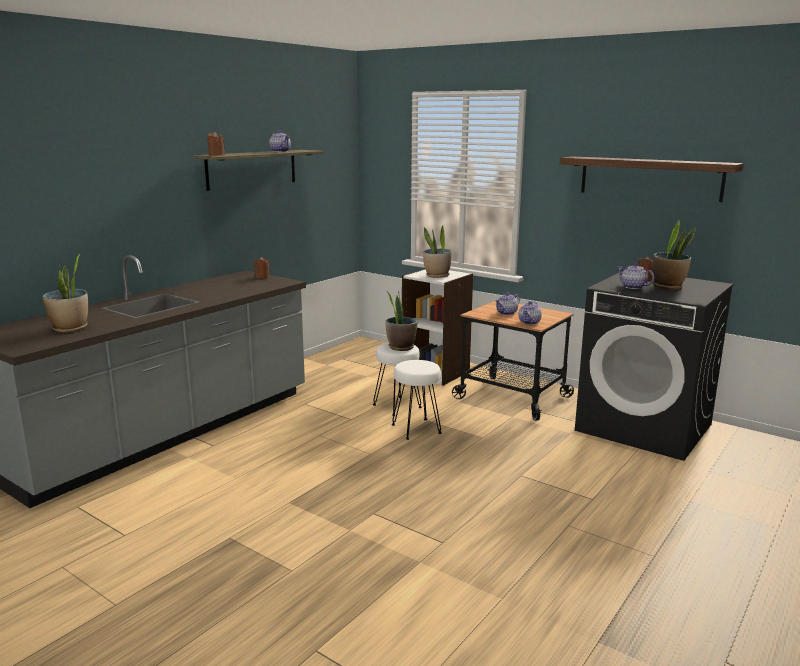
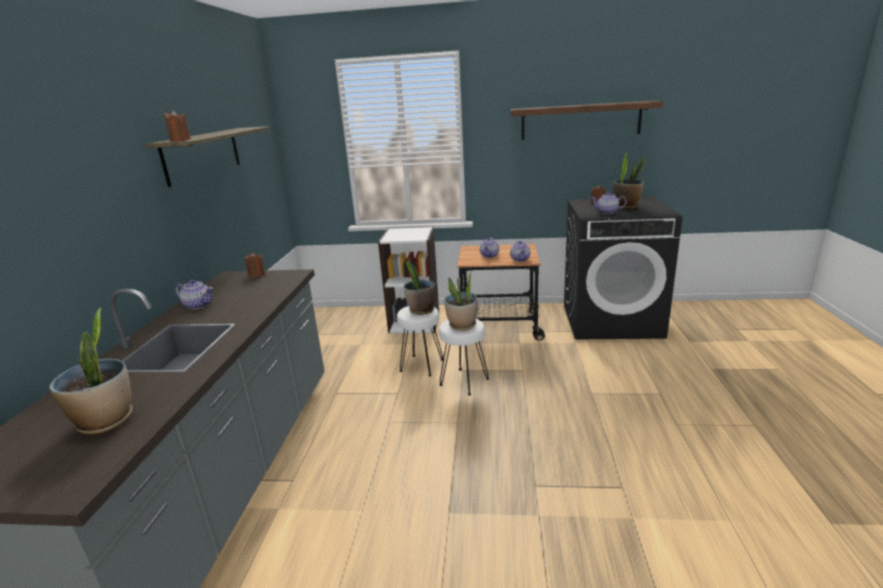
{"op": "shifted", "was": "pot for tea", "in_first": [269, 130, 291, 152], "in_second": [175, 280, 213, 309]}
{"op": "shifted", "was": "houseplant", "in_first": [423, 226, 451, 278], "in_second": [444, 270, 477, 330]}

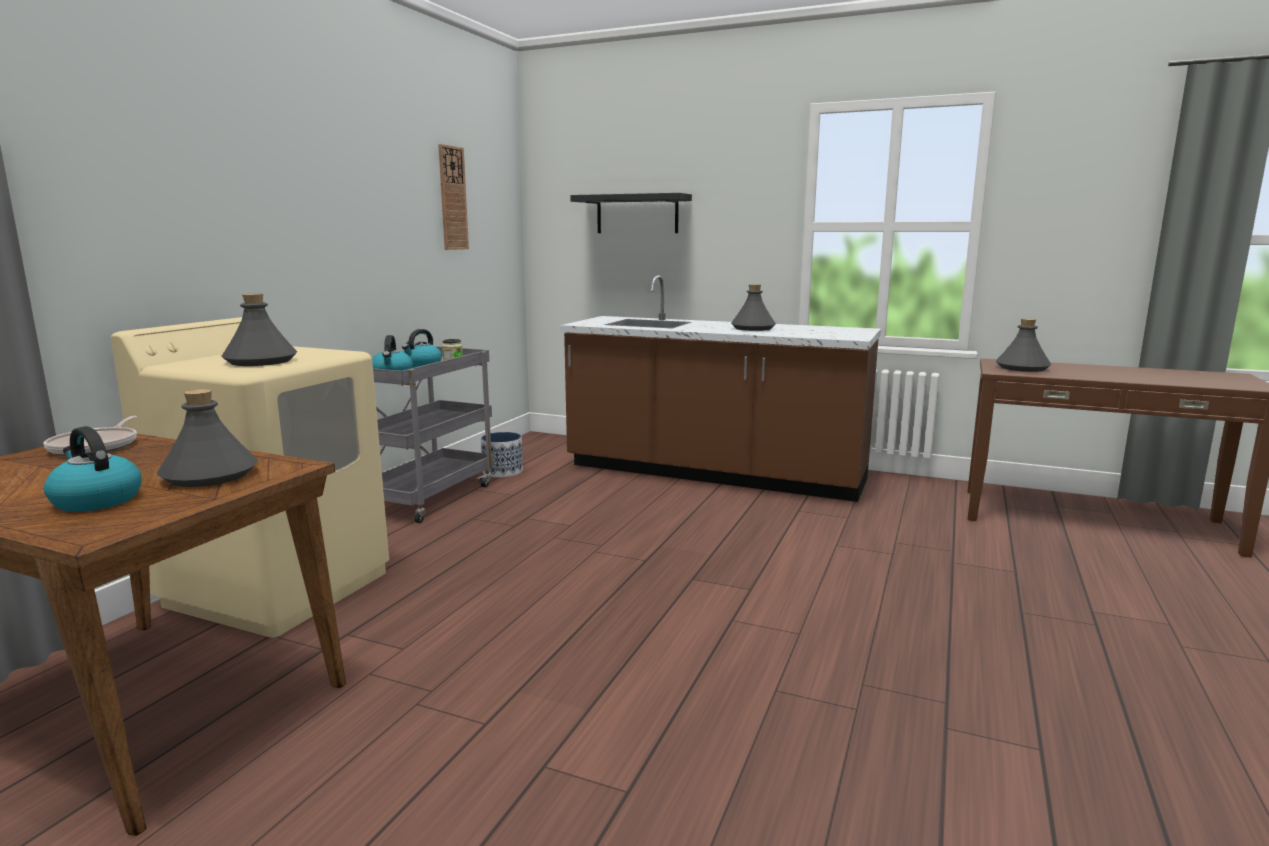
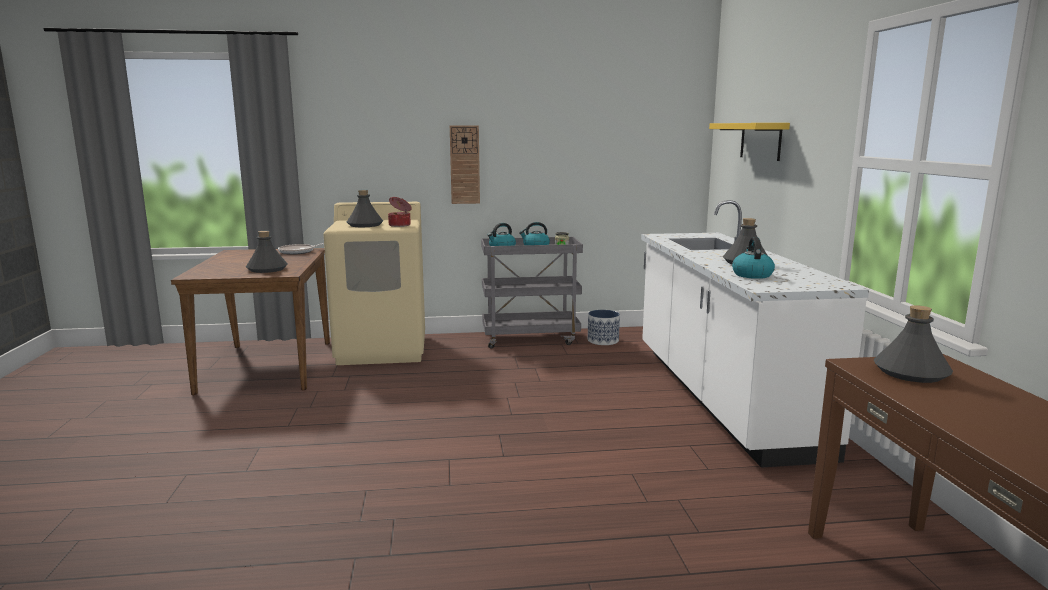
{"op": "new", "now": "cooking pot", "in_second": [388, 197, 412, 227]}
{"op": "shifted", "was": "clock on the wall", "in_first": [438, 144, 469, 250], "in_second": [450, 126, 480, 204]}
{"op": "repainted", "was": "kitchen counter in brownish", "now": "kitchen counter in whitish", "in_first": [560, 275, 881, 502], "in_second": [641, 200, 869, 468]}
{"op": "repainted", "was": "bracket shelf in black", "now": "bracket shelf in yellow-coloured", "in_first": [570, 193, 692, 233], "in_second": [709, 123, 790, 161]}
{"op": "shifted", "was": "water kettle", "in_first": [44, 426, 142, 512], "in_second": [732, 237, 775, 279]}

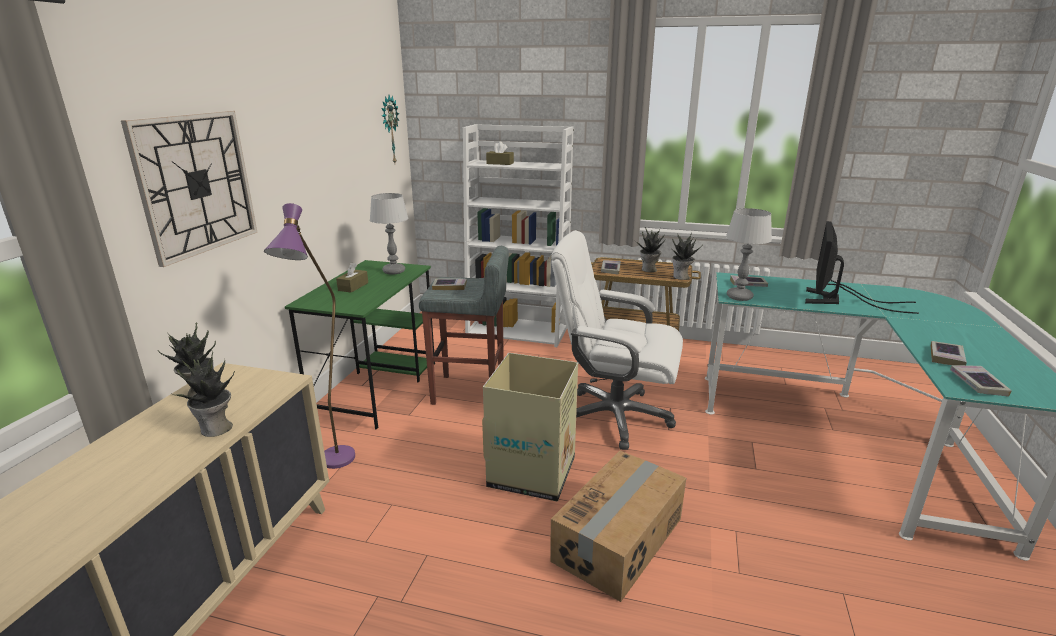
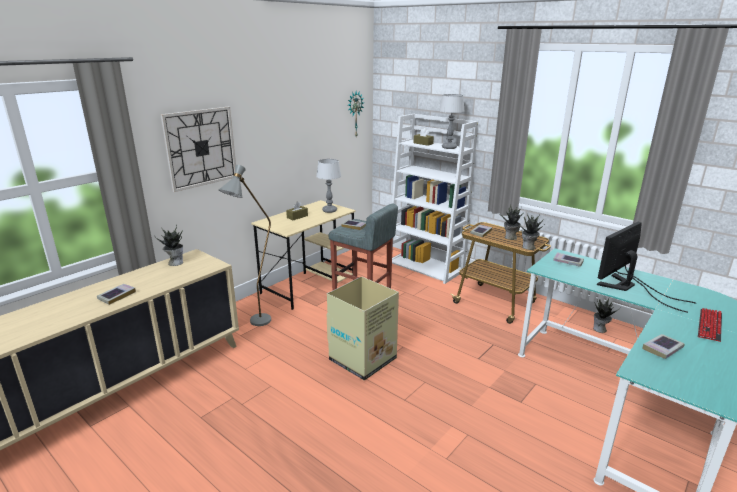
{"op": "shifted", "was": "volume", "in_first": [950, 365, 1012, 397], "in_second": [97, 284, 136, 305]}
{"op": "repainted", "was": "standard lamp in purple-coloured", "now": "standard lamp in grey", "in_first": [264, 203, 355, 469], "in_second": [219, 165, 271, 326]}
{"op": "repainted", "was": "desk in greenish", "now": "desk in sand-coloured", "in_first": [285, 260, 435, 430], "in_second": [251, 200, 356, 310]}
{"op": "shifted", "was": "lamp for a table", "in_first": [726, 208, 772, 301], "in_second": [439, 94, 465, 149]}
{"op": "shifted", "was": "houseplant", "in_first": [172, 351, 235, 437], "in_second": [593, 299, 620, 333]}
{"op": "new", "now": "PC keyboard", "in_second": [698, 308, 722, 342]}
{"op": "gone", "was": "carton", "in_first": [550, 451, 686, 602]}
{"op": "gone", "was": "office chair in whitish", "in_first": [551, 230, 683, 450]}

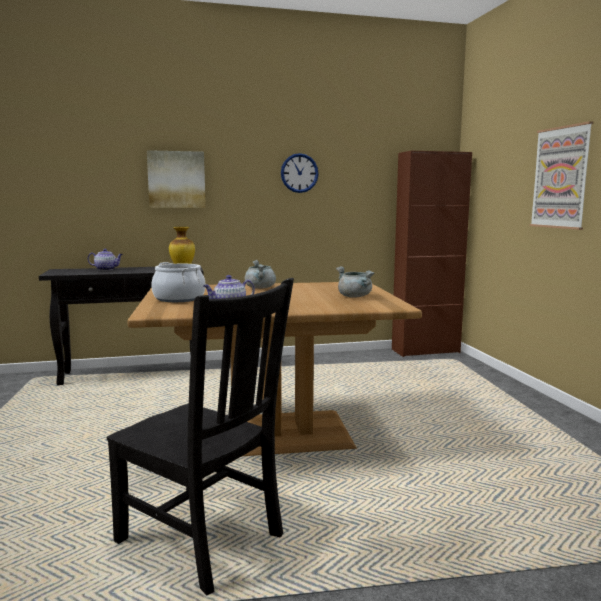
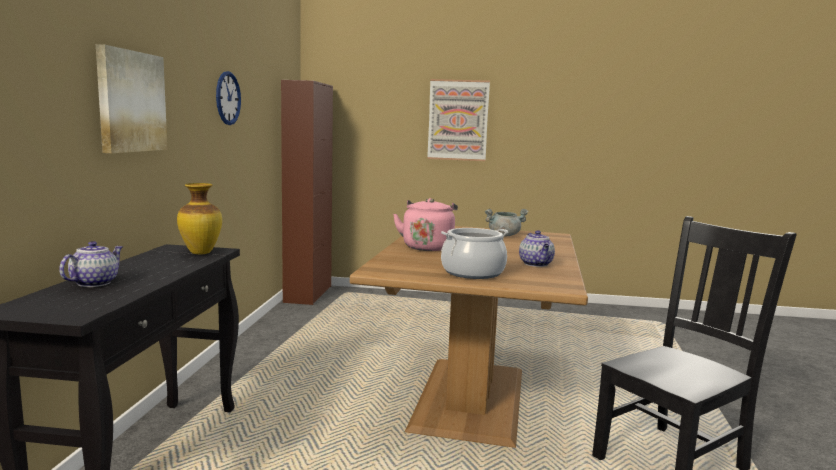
{"op": "swapped", "was": "cooking pot in grey", "now": "water kettle in pink", "in_first": [245, 260, 276, 289], "in_second": [393, 198, 458, 251]}

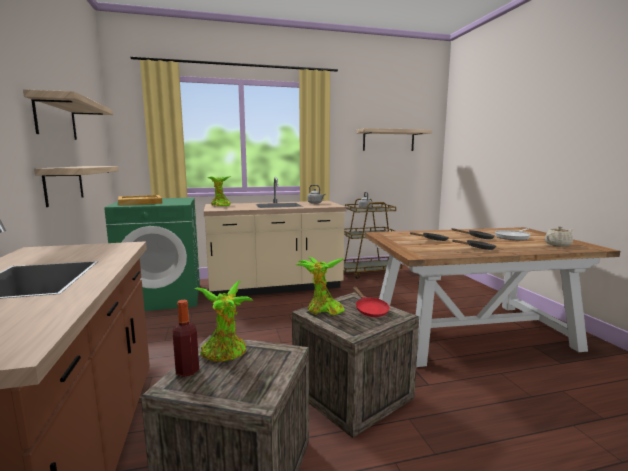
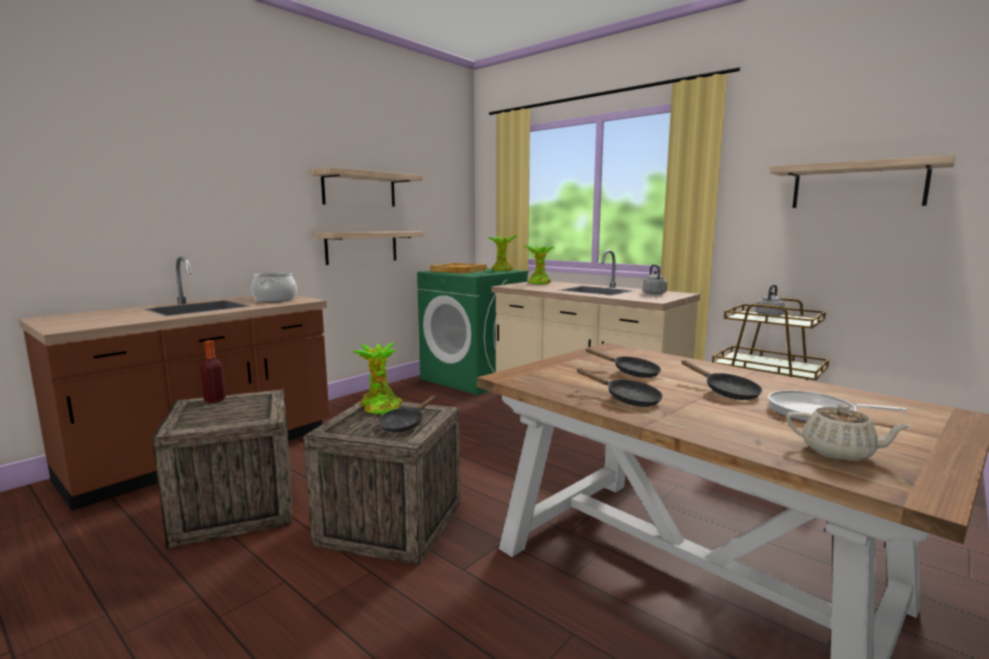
{"op": "new", "now": "cooking pot", "in_second": [251, 273, 297, 302]}
{"op": "repainted", "was": "frying pan in red", "now": "frying pan in black", "in_first": [353, 287, 389, 317], "in_second": [378, 395, 437, 432]}
{"op": "shifted", "was": "houseplant", "in_first": [194, 281, 253, 361], "in_second": [488, 235, 517, 271]}

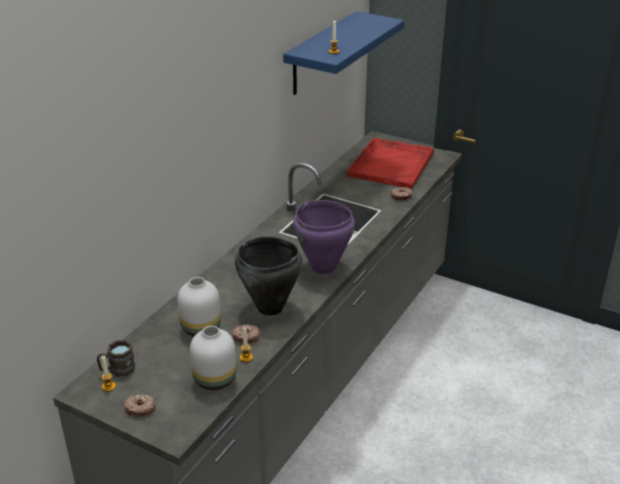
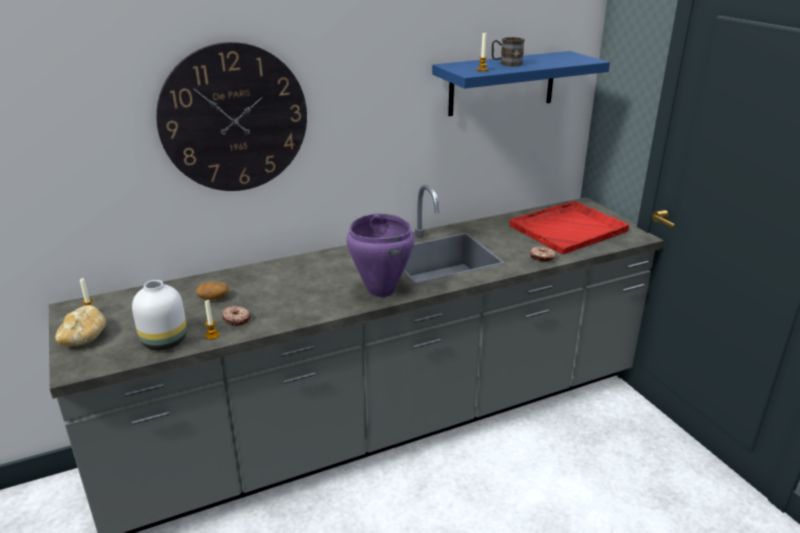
{"op": "swapped", "was": "doughnut", "now": "bakery bread", "in_first": [123, 394, 155, 417], "in_second": [55, 305, 107, 346]}
{"op": "new", "now": "clock on the wall", "in_second": [156, 42, 307, 191]}
{"op": "swapped", "was": "decorative vase in whitish", "now": "potato", "in_first": [177, 277, 221, 337], "in_second": [196, 282, 229, 300]}
{"op": "shifted", "was": "coffee mug in brownish", "in_first": [97, 340, 135, 377], "in_second": [492, 37, 525, 67]}
{"op": "gone", "was": "cooking pot in black", "in_first": [235, 236, 302, 316]}

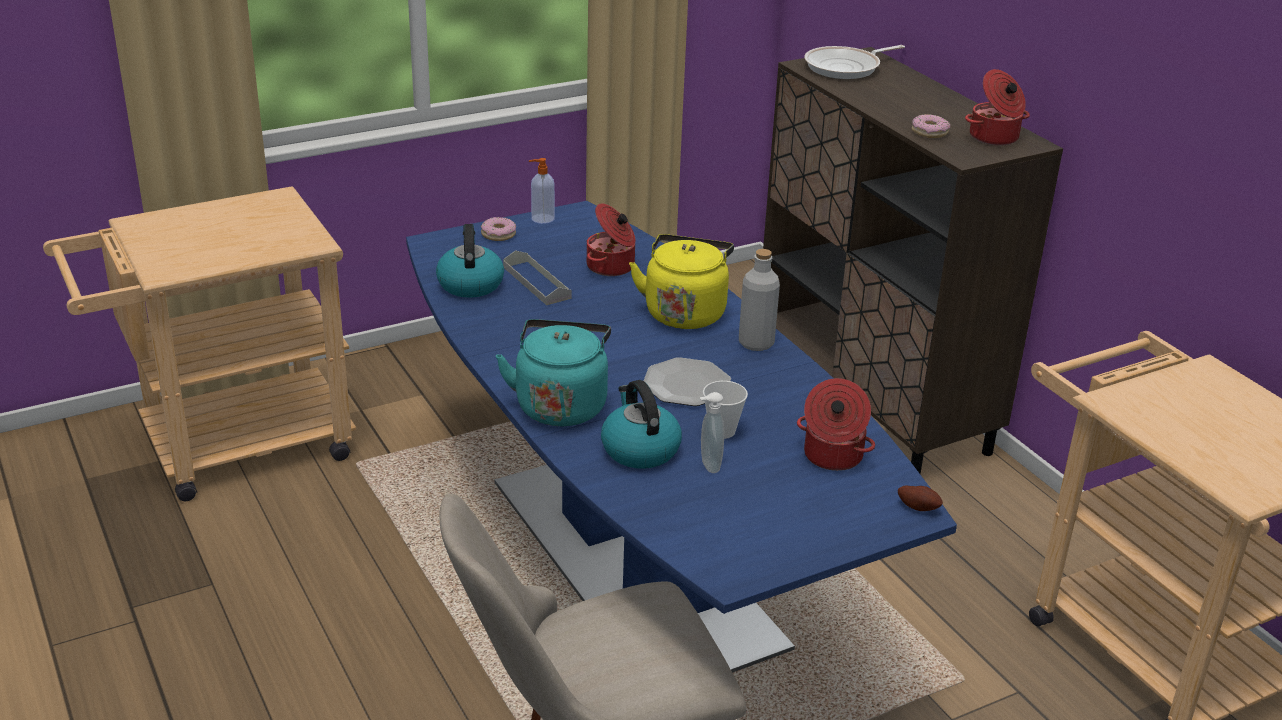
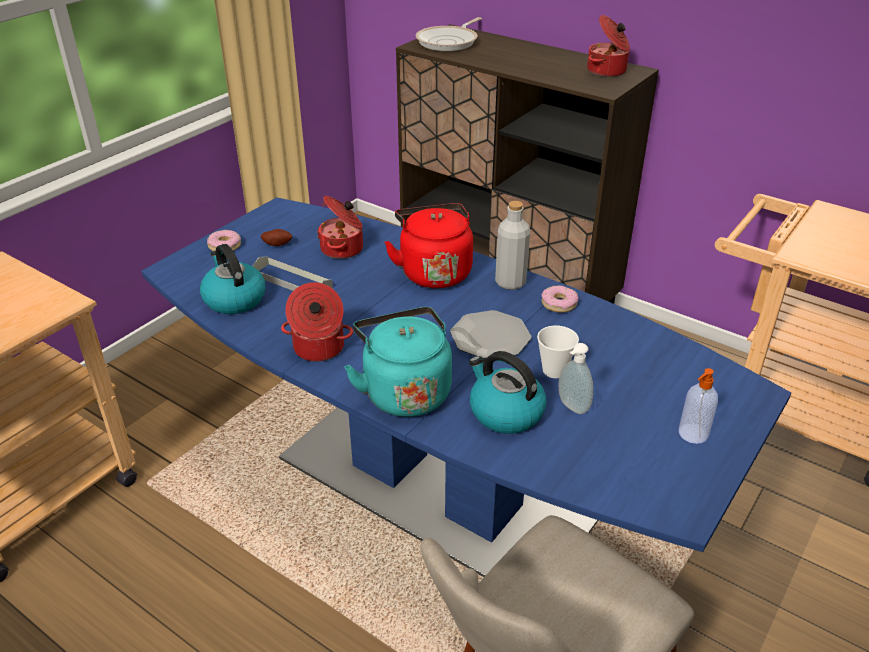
{"op": "shifted", "was": "potato", "in_first": [898, 485, 943, 511], "in_second": [261, 229, 292, 246]}
{"op": "shifted", "was": "cooking pot", "in_first": [797, 378, 875, 471], "in_second": [281, 282, 353, 362]}
{"op": "repainted", "was": "water kettle in yellow-coloured", "now": "water kettle in red", "in_first": [629, 234, 734, 329], "in_second": [384, 203, 473, 289]}
{"op": "shifted", "was": "doughnut", "in_first": [912, 114, 950, 138], "in_second": [541, 285, 579, 313]}
{"op": "shifted", "was": "soap bottle", "in_first": [529, 158, 555, 224], "in_second": [679, 368, 718, 444]}

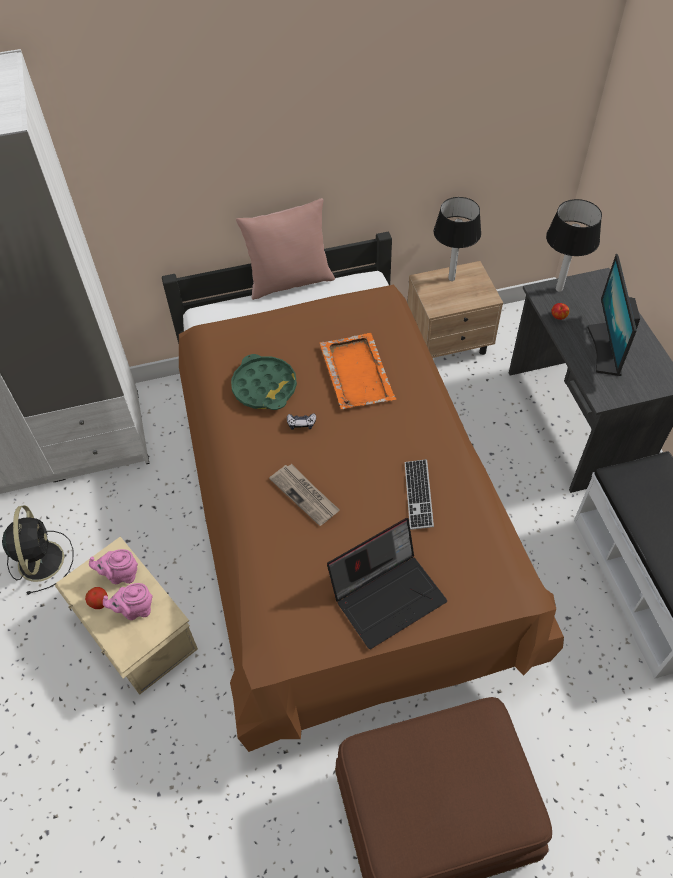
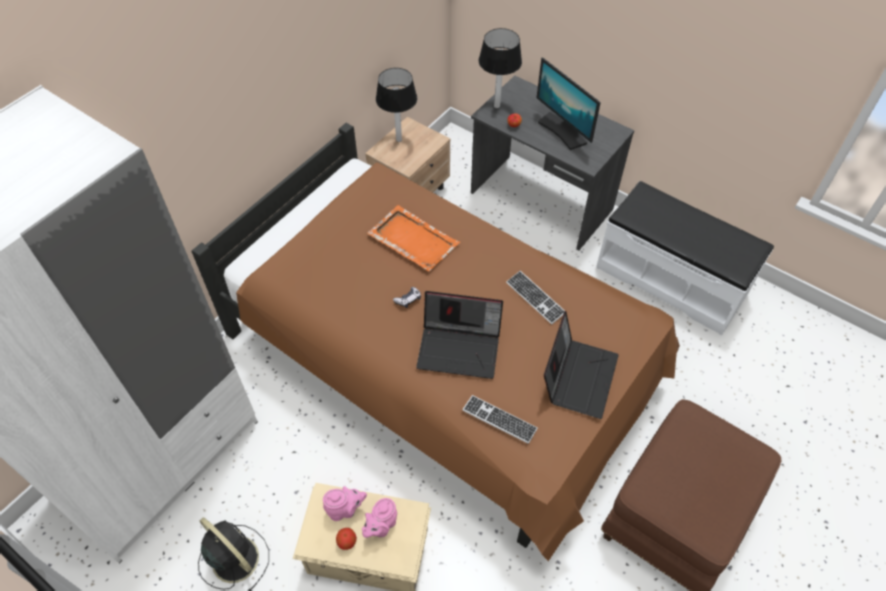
{"op": "rotated", "was": "pot for tea in pink", "in_first": [89, 549, 138, 584], "in_second": [323, 486, 367, 521], "clockwise": -150}
{"op": "swapped", "was": "newspaper", "now": "notebook computer", "in_first": [269, 464, 340, 526], "in_second": [416, 291, 503, 379]}
{"op": "new", "now": "PC keyboard", "in_second": [462, 395, 538, 444]}
{"op": "gone", "was": "carrying tray in greenish", "in_first": [231, 354, 297, 410]}
{"op": "gone", "was": "pillow in pink", "in_first": [236, 198, 335, 300]}

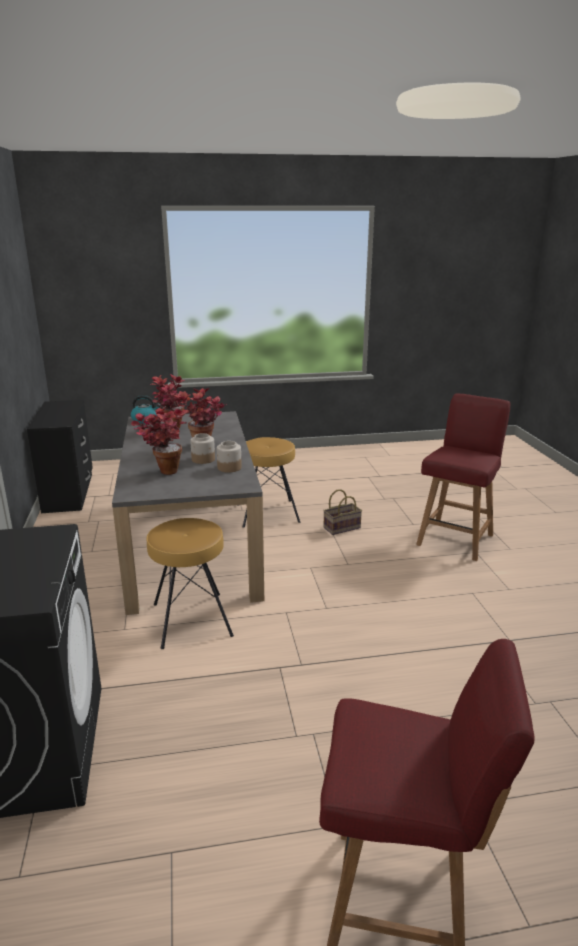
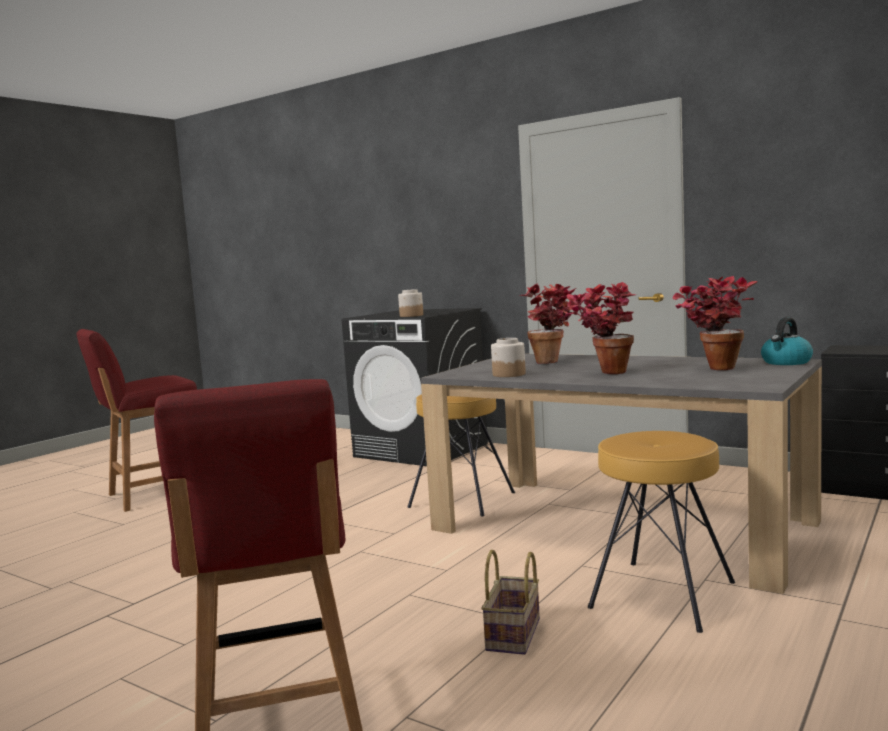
{"op": "shifted", "was": "storage jar", "in_first": [190, 433, 215, 464], "in_second": [398, 289, 423, 317]}

